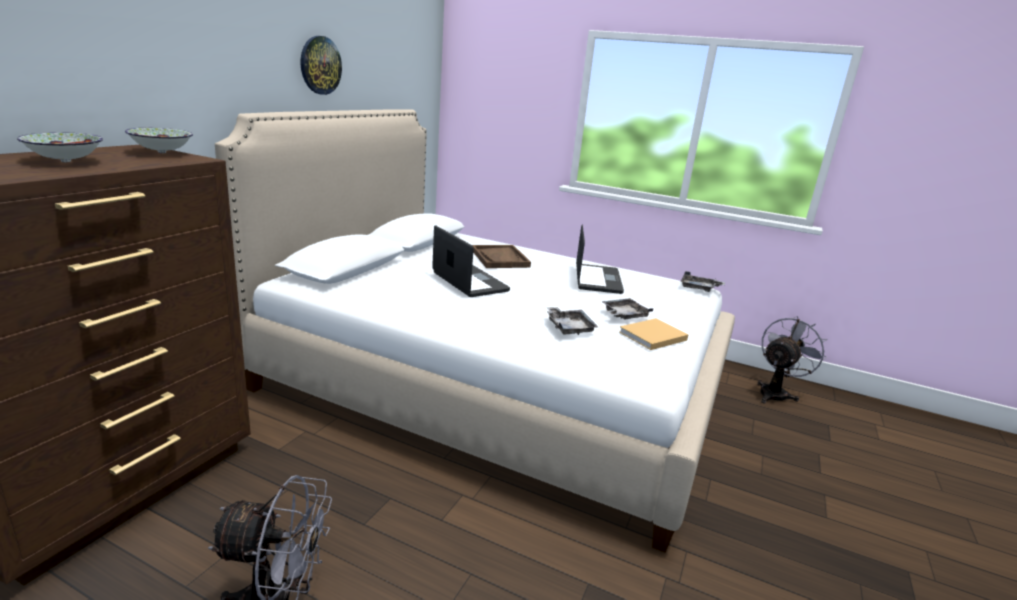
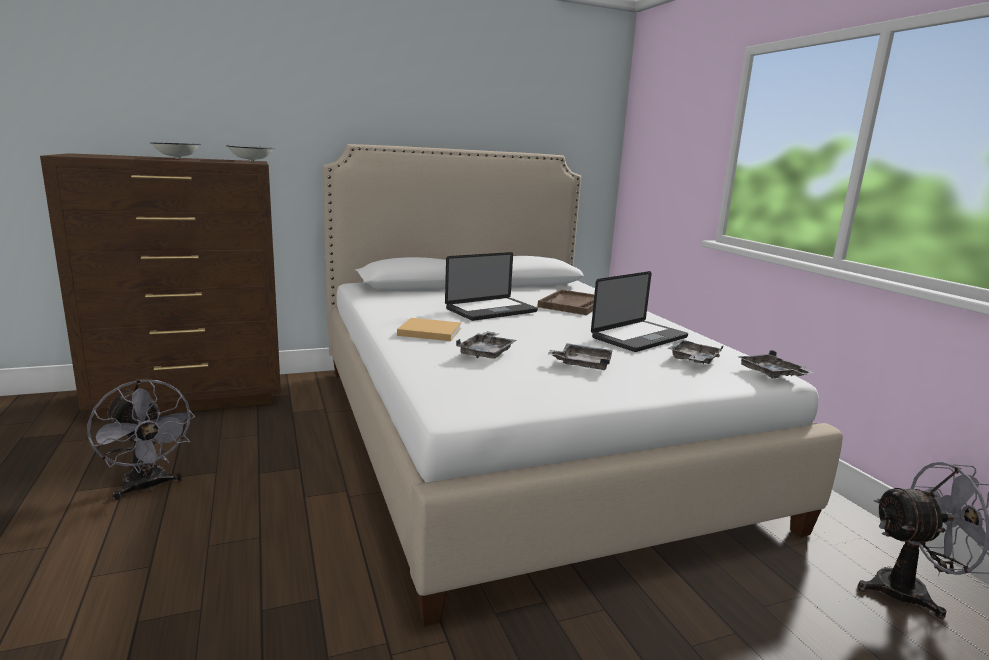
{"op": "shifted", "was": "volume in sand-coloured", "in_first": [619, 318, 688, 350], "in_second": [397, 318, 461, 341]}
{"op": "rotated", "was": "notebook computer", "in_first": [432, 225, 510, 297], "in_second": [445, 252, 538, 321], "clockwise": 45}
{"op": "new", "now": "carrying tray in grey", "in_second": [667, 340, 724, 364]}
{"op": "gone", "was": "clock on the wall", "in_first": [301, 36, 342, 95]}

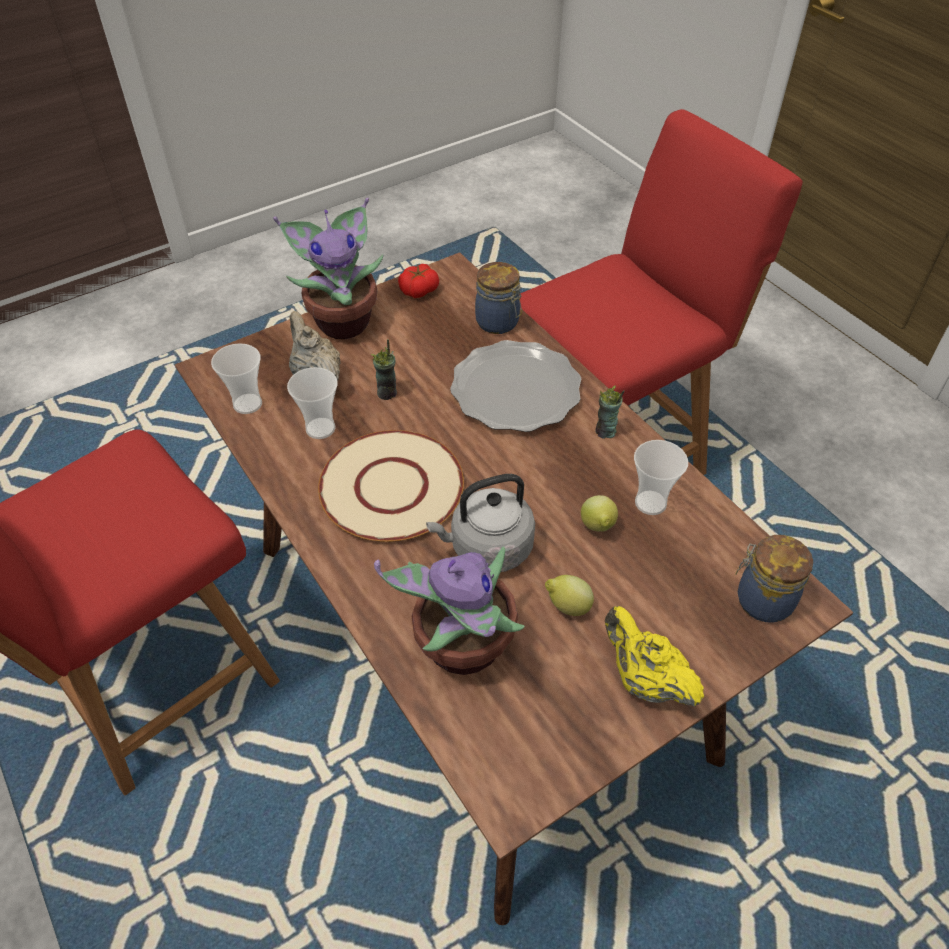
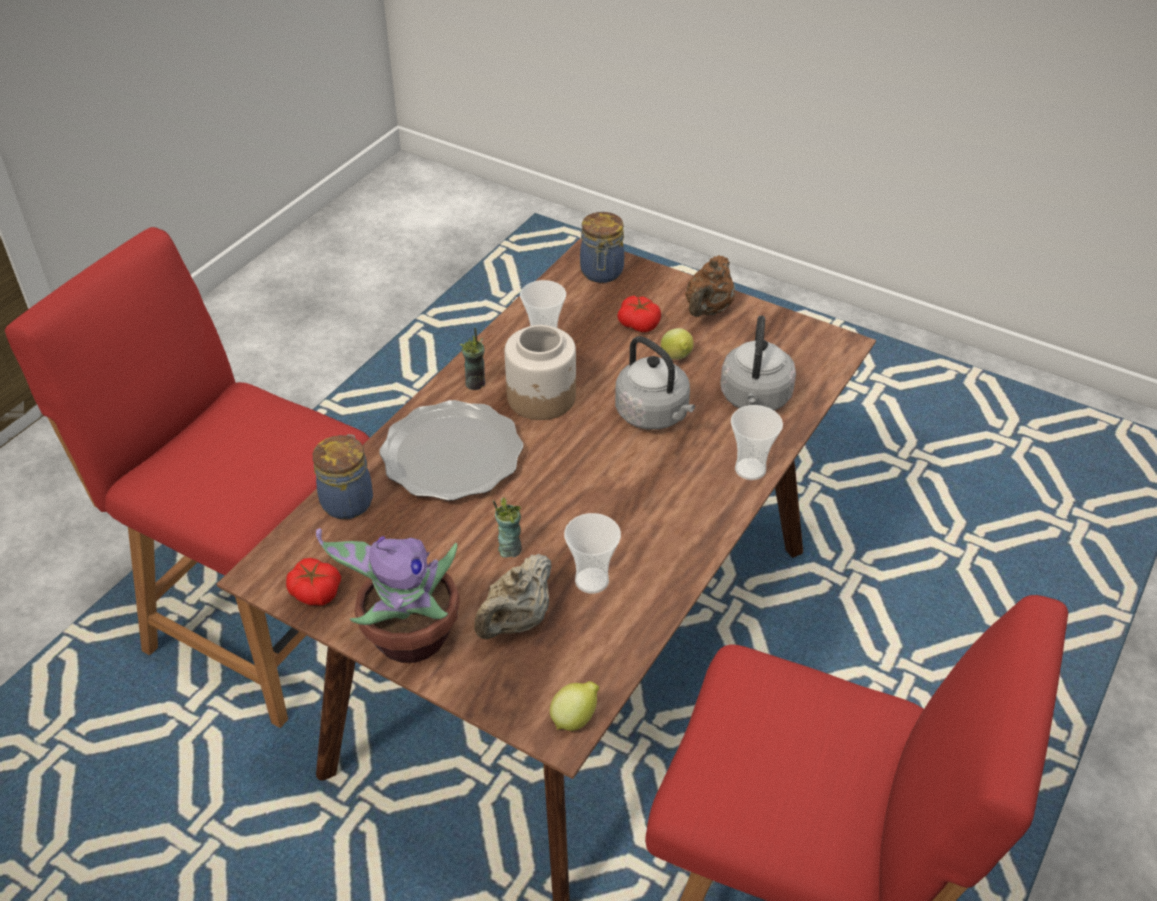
{"op": "new", "now": "storage jar", "in_second": [505, 325, 576, 420]}
{"op": "shifted", "was": "citrus fruit", "in_first": [581, 495, 618, 532], "in_second": [550, 681, 599, 731]}
{"op": "new", "now": "tomato", "in_second": [617, 296, 661, 332]}
{"op": "repainted", "was": "pot for tea in yellow-coloured", "now": "pot for tea in brownish", "in_first": [605, 606, 704, 707], "in_second": [685, 255, 735, 317]}
{"op": "swapped", "was": "houseplant", "now": "water kettle in grey", "in_first": [374, 547, 524, 675], "in_second": [720, 315, 796, 410]}
{"op": "shifted", "was": "small cup", "in_first": [211, 343, 262, 414], "in_second": [731, 405, 783, 480]}
{"op": "gone", "was": "flat dish in sand-coloured", "in_first": [318, 430, 464, 542]}

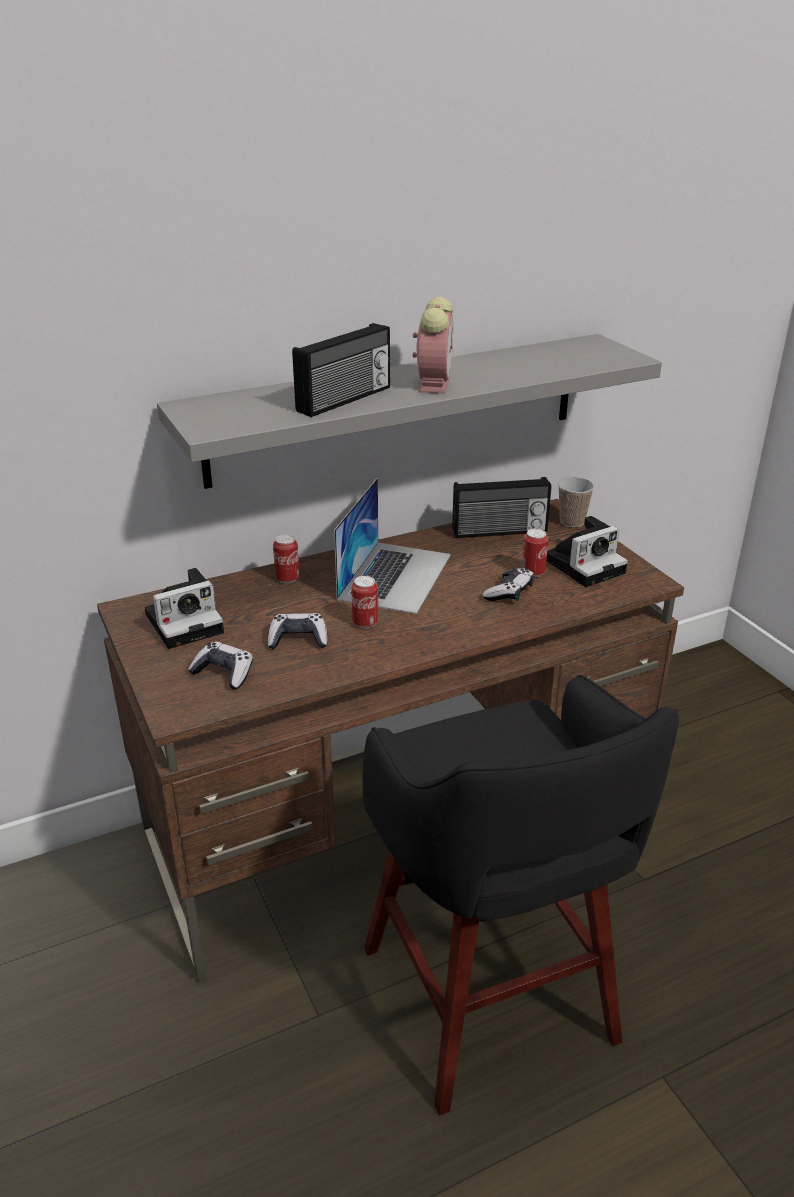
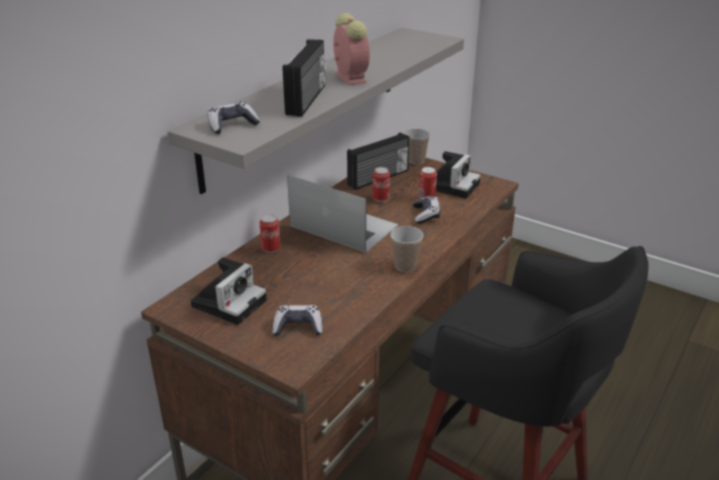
{"op": "shifted", "was": "game controller", "in_first": [268, 613, 328, 649], "in_second": [207, 102, 260, 134]}
{"op": "rotated", "was": "notebook computer", "in_first": [334, 478, 451, 614], "in_second": [287, 174, 398, 253], "clockwise": -45}
{"op": "shifted", "was": "sealed can", "in_first": [352, 576, 378, 629], "in_second": [373, 167, 390, 202]}
{"op": "new", "now": "small cup", "in_second": [390, 226, 423, 272]}

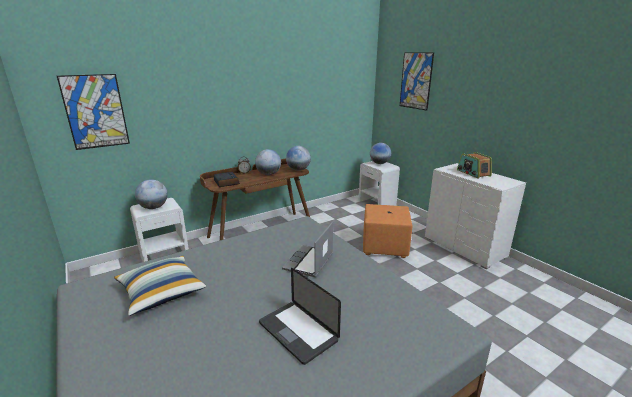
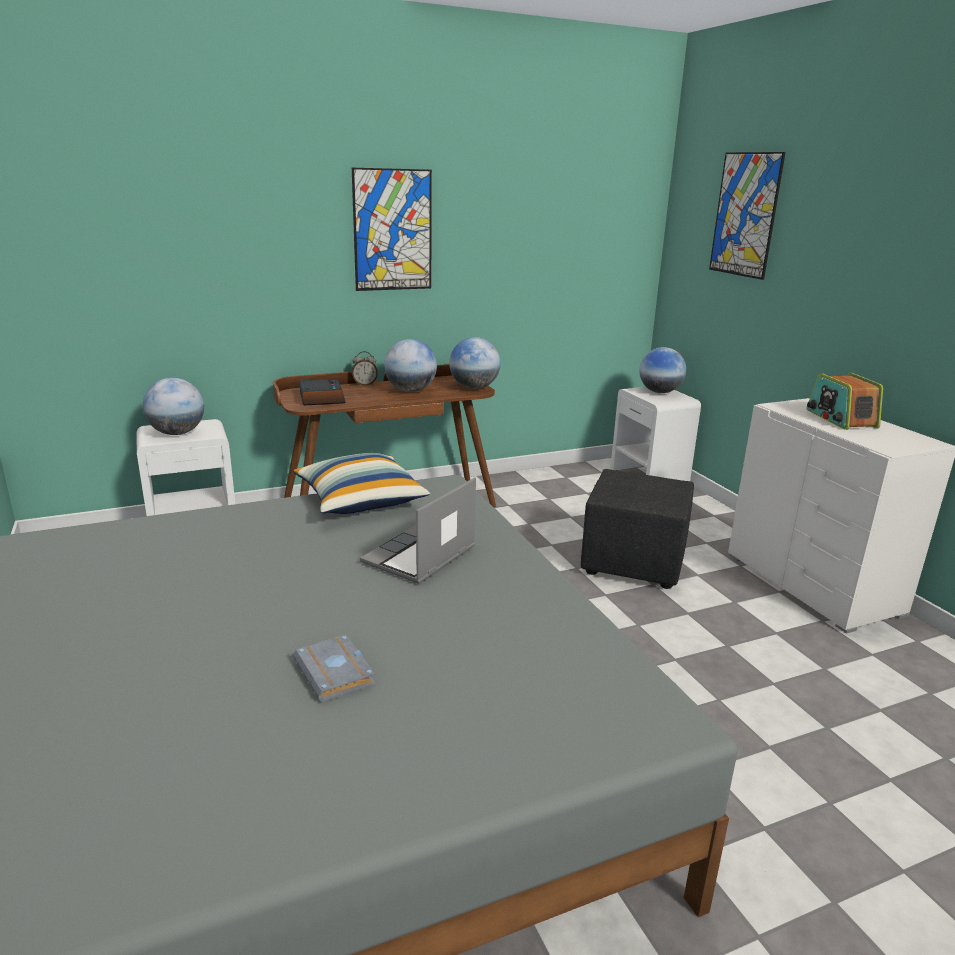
{"op": "shifted", "was": "pillow", "in_first": [114, 256, 206, 316], "in_second": [293, 453, 430, 514]}
{"op": "swapped", "was": "notebook computer", "now": "volume in grey", "in_first": [259, 268, 341, 365], "in_second": [293, 635, 375, 703]}
{"op": "shifted", "was": "wall picture", "in_first": [57, 74, 130, 150], "in_second": [352, 168, 432, 291]}
{"op": "repainted", "was": "footrest in orange-coloured", "now": "footrest in black", "in_first": [363, 204, 413, 258], "in_second": [581, 469, 694, 589]}

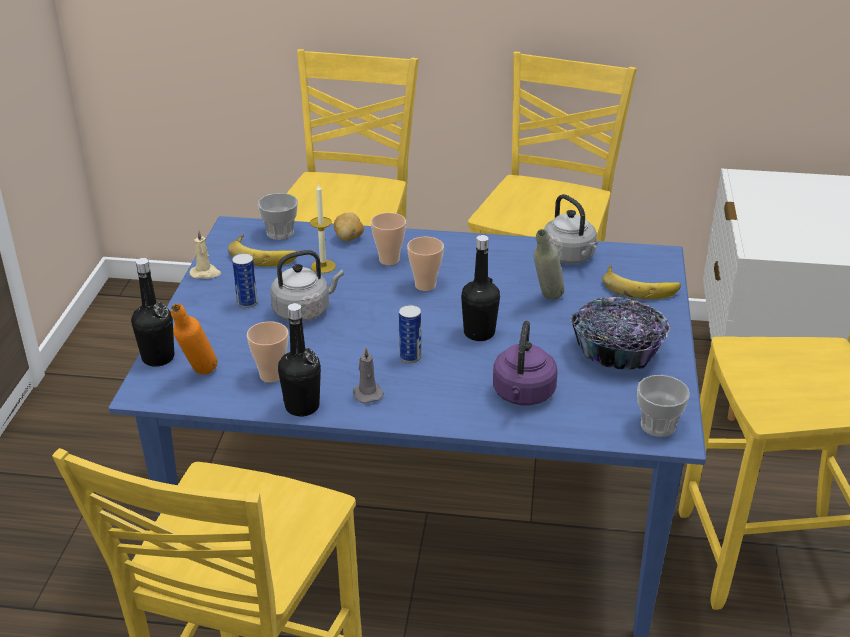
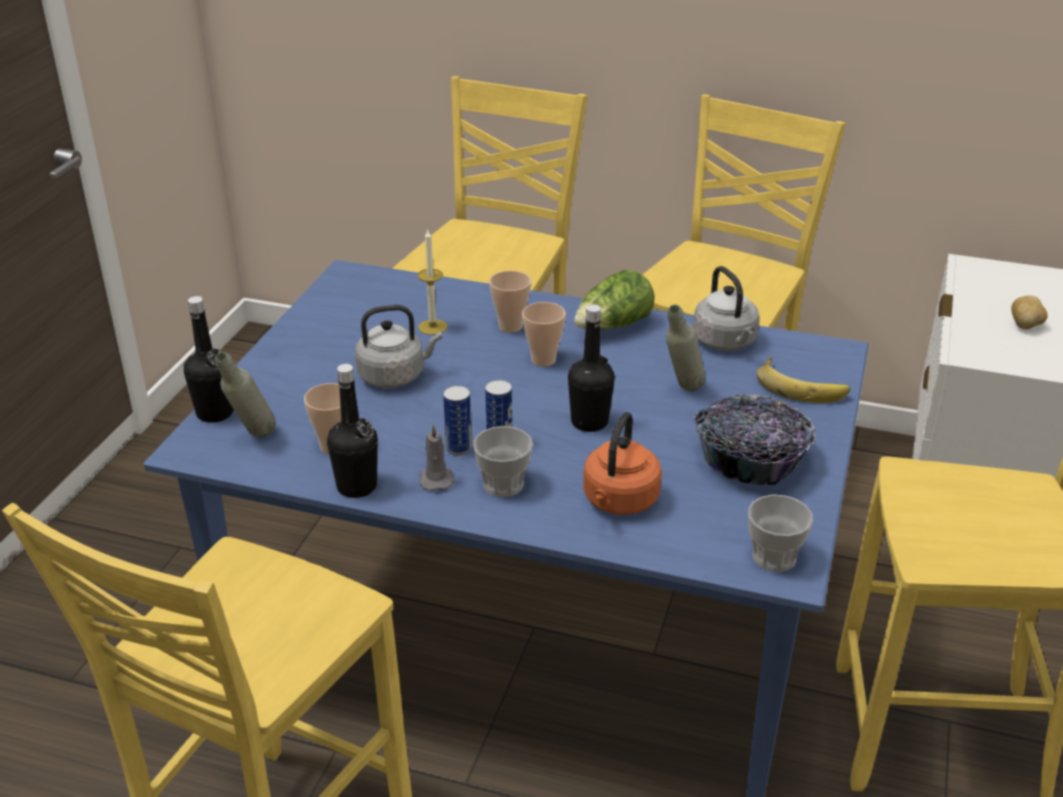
{"op": "repainted", "was": "beverage bottle in orange-coloured", "now": "beverage bottle in grey", "in_first": [171, 303, 217, 375], "in_second": [215, 352, 276, 438]}
{"op": "shifted", "was": "sealed can", "in_first": [232, 253, 257, 309], "in_second": [443, 385, 472, 456]}
{"op": "shifted", "was": "small cup", "in_first": [257, 193, 298, 240], "in_second": [473, 426, 533, 497]}
{"op": "new", "now": "lettuce head", "in_second": [574, 270, 655, 330]}
{"op": "repainted", "was": "water kettle in purple-coloured", "now": "water kettle in orange-coloured", "in_first": [493, 321, 558, 406], "in_second": [583, 412, 662, 515]}
{"op": "shifted", "was": "potato", "in_first": [334, 213, 364, 241], "in_second": [1011, 296, 1048, 329]}
{"op": "gone", "was": "candle in sand-coloured", "in_first": [190, 230, 221, 279]}
{"op": "gone", "was": "banana", "in_first": [228, 234, 297, 267]}

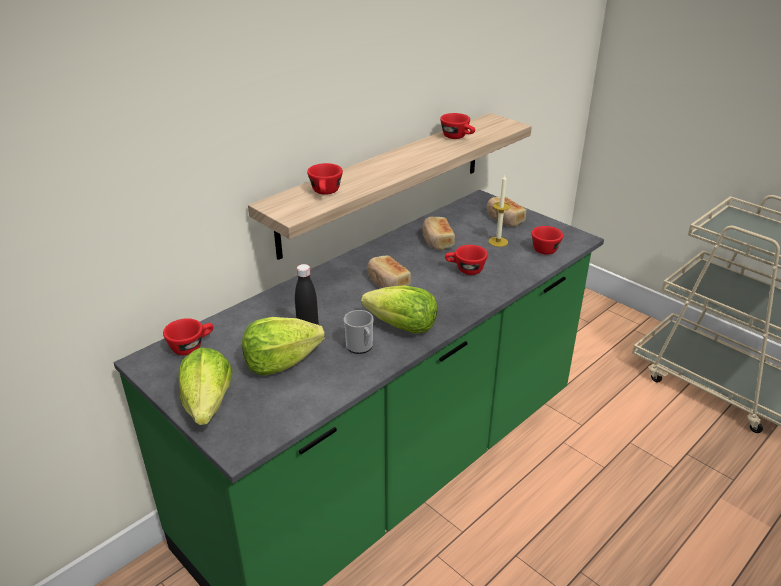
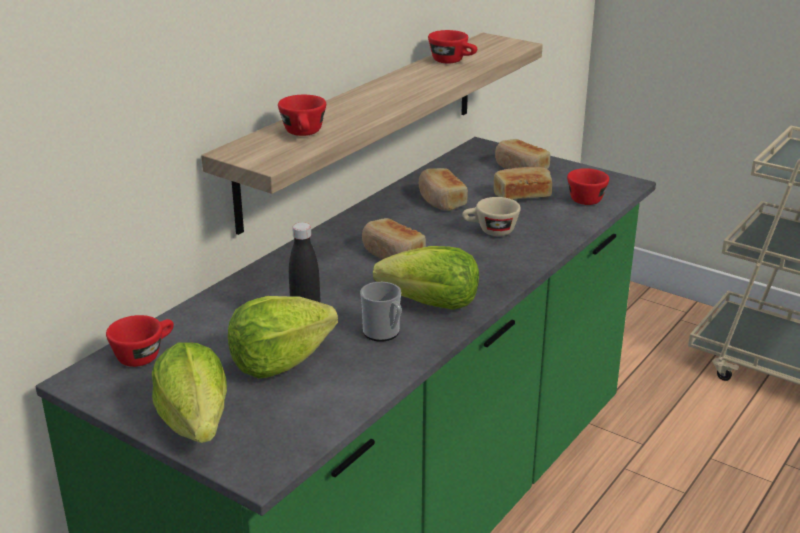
{"op": "repainted", "was": "small cup in red", "now": "small cup in sand-coloured", "in_first": [445, 245, 488, 275], "in_second": [462, 197, 521, 236]}
{"op": "swapped", "was": "candle", "now": "bakery bread", "in_first": [489, 175, 510, 247], "in_second": [494, 167, 552, 200]}

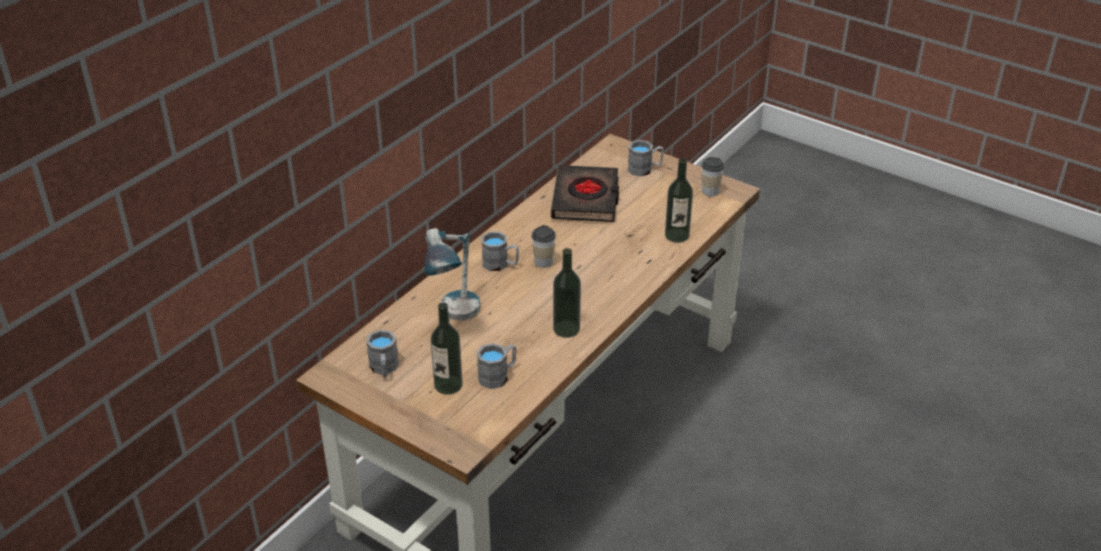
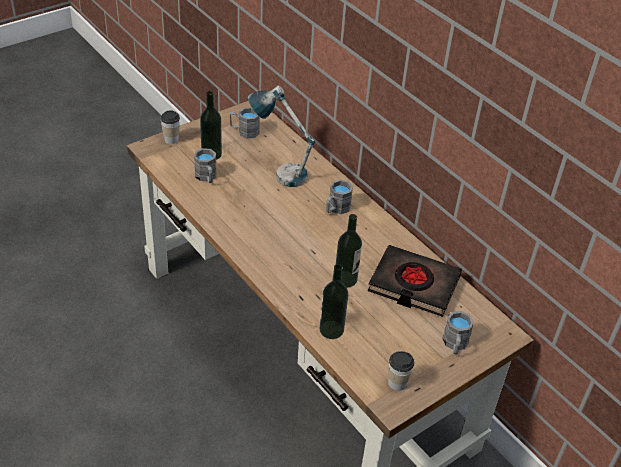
{"op": "shifted", "was": "small cup", "in_first": [532, 225, 556, 268], "in_second": [160, 110, 180, 144]}
{"op": "shifted", "was": "beverage bottle", "in_first": [553, 248, 581, 338], "in_second": [336, 214, 362, 288]}

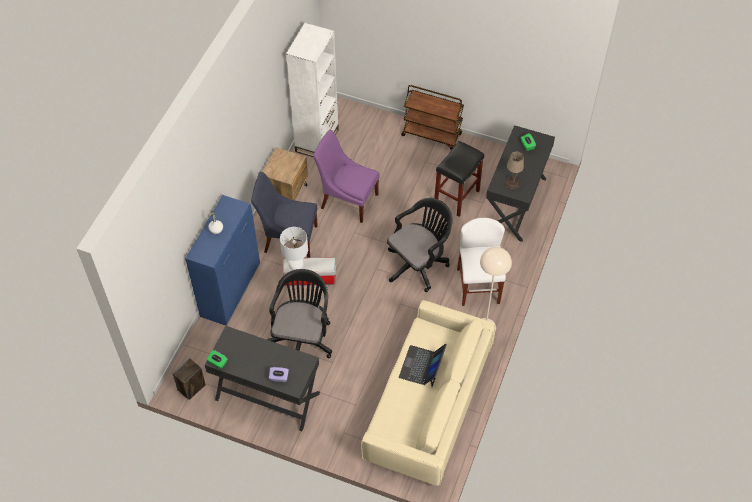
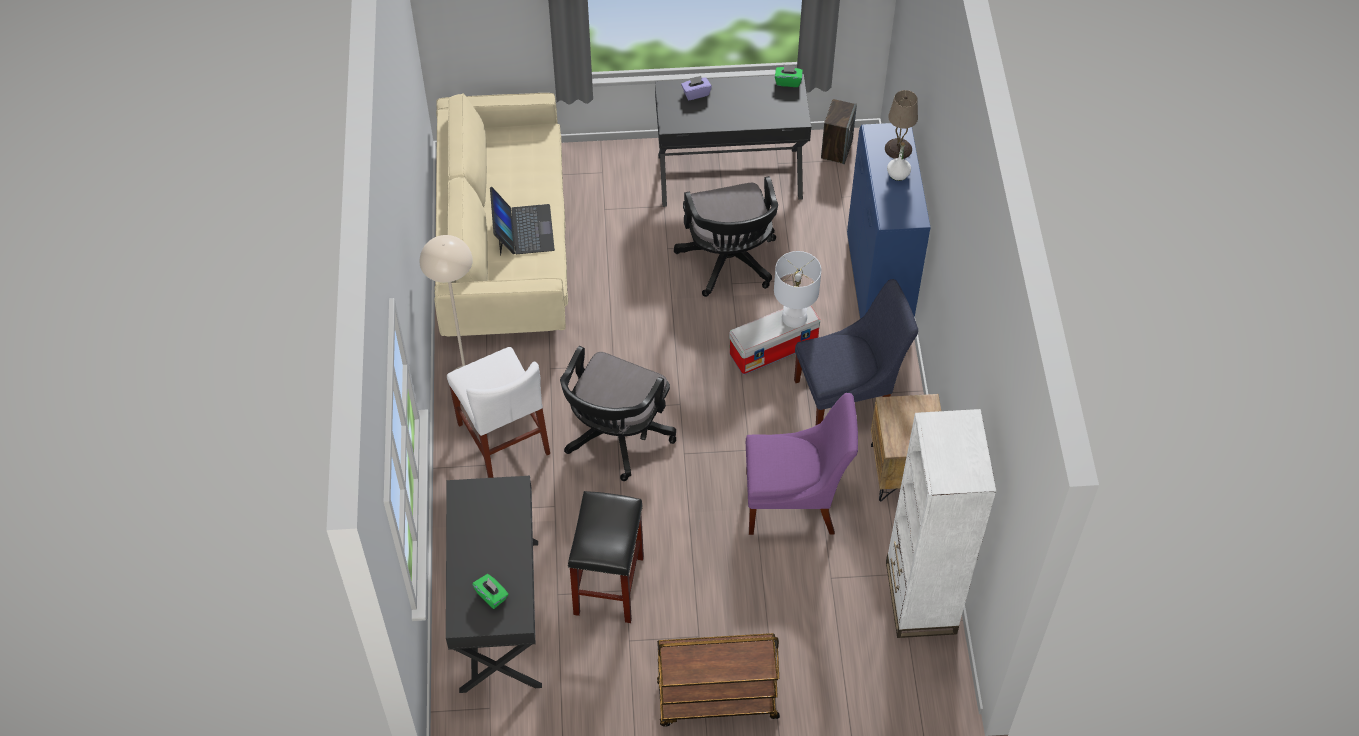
{"op": "shifted", "was": "lamp for a table in sand-coloured", "in_first": [505, 151, 524, 189], "in_second": [885, 90, 918, 159]}

